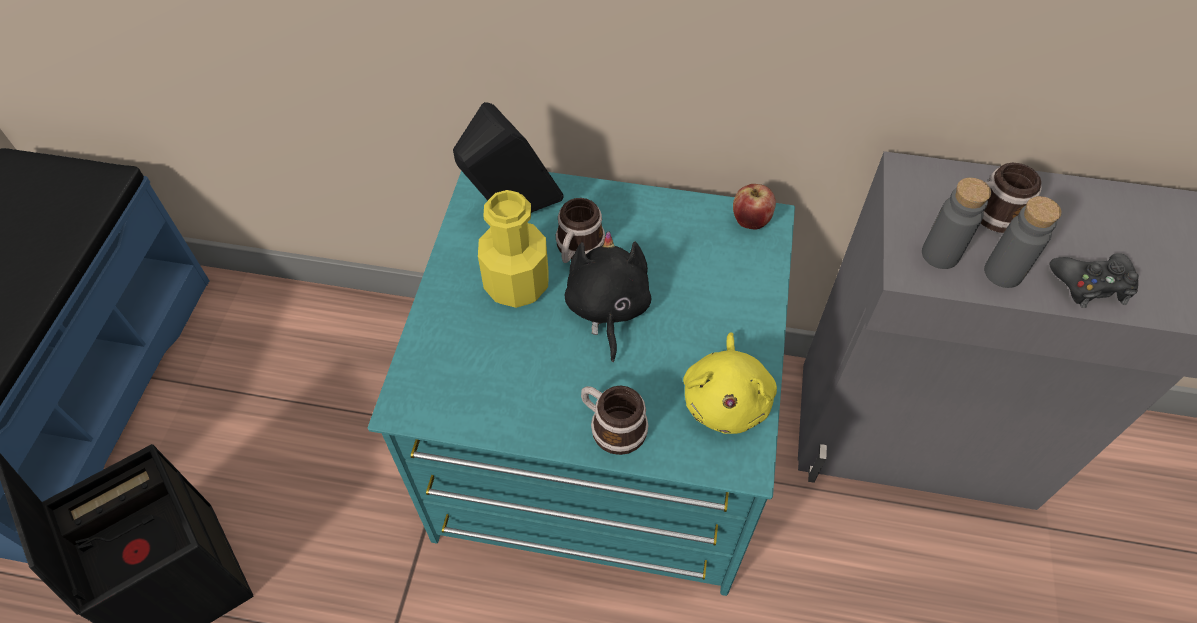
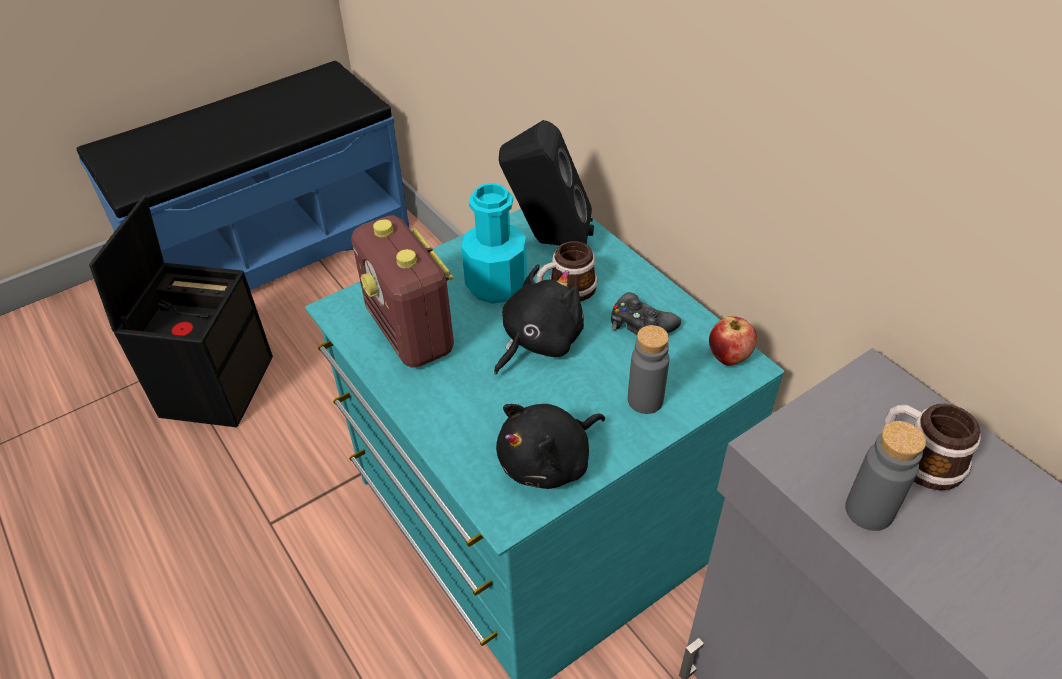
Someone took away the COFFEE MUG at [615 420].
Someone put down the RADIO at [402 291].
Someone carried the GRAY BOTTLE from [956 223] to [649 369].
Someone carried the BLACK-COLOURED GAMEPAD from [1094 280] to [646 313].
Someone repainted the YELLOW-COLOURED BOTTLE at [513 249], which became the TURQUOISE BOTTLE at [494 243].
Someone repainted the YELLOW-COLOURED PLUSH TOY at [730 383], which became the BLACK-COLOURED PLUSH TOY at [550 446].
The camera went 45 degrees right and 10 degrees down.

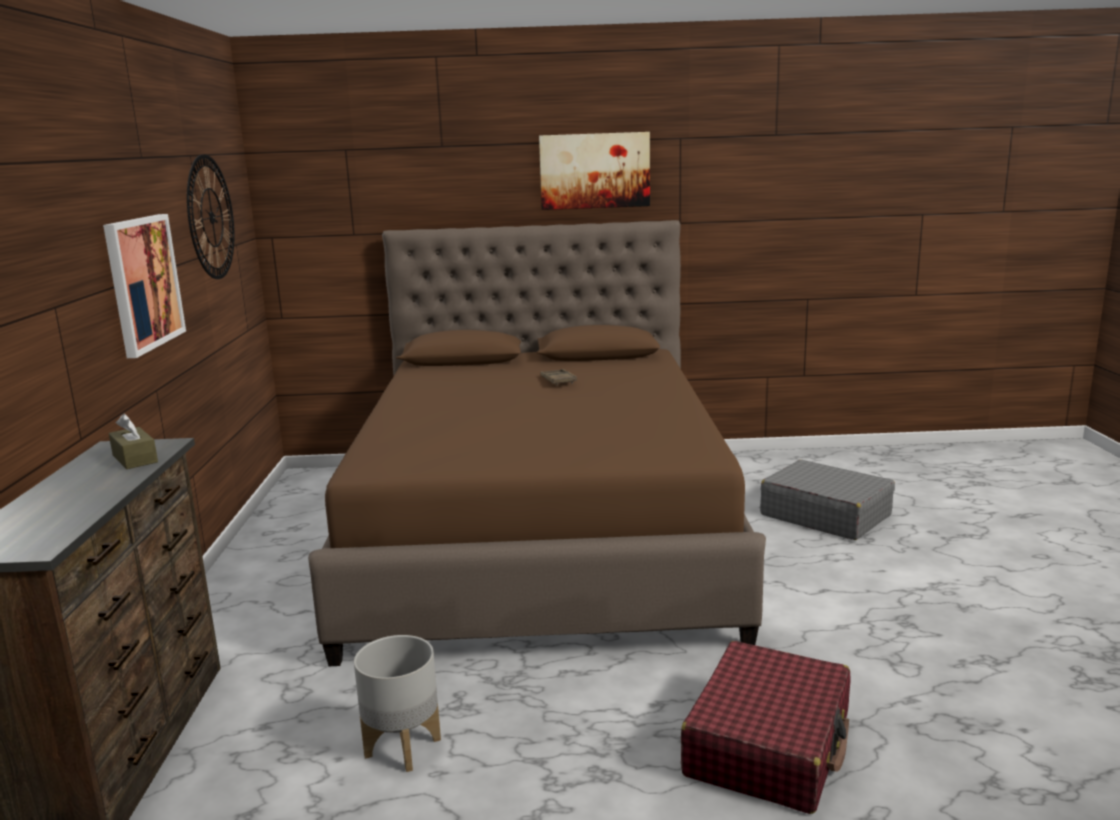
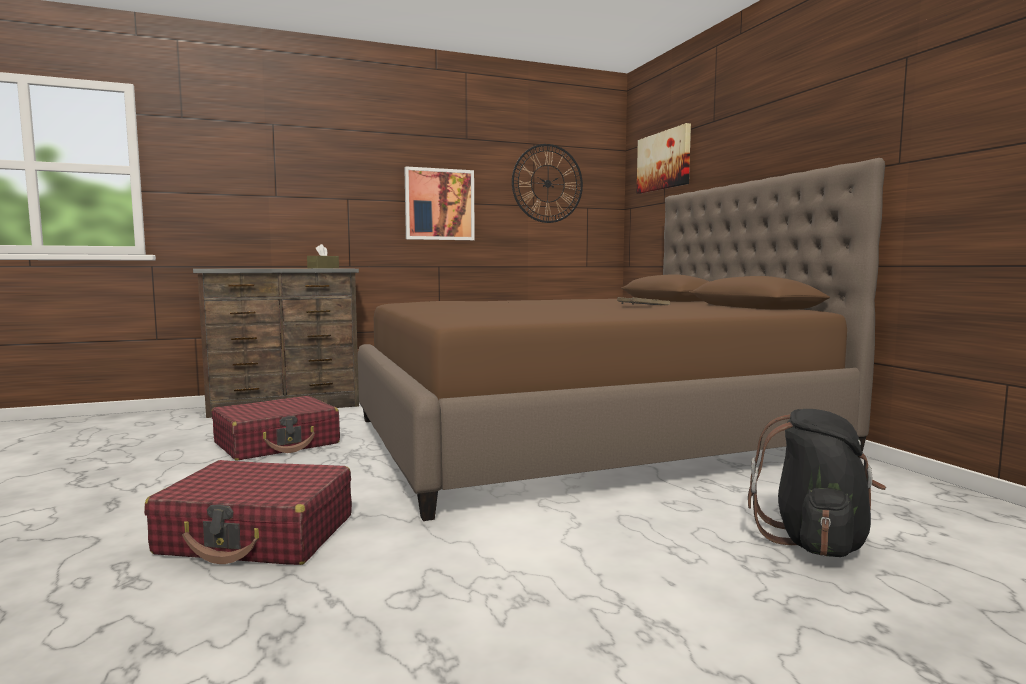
Someone carried the WALL ART from [594 171] to [664 158].
Someone swapped the GRAY PLANT POT at [397 703] for the REDDISH PIECE OF LUGGAGE at [276 428].
Someone swapped the GRAY PIECE OF LUGGAGE at [827 500] for the BLACK-COLOURED RUCKSACK at [817 483].
The camera went 70 degrees right and 10 degrees down.

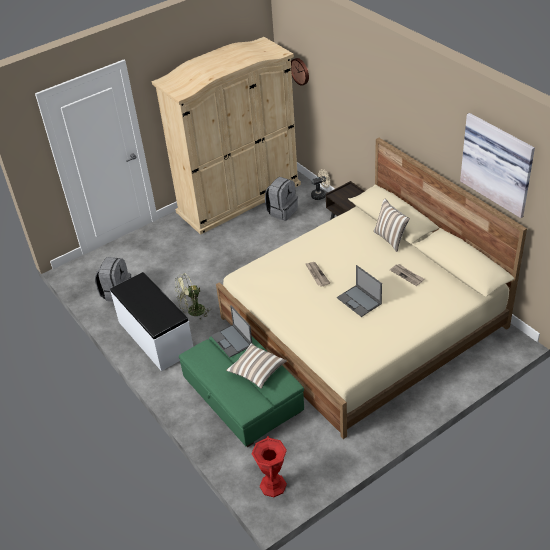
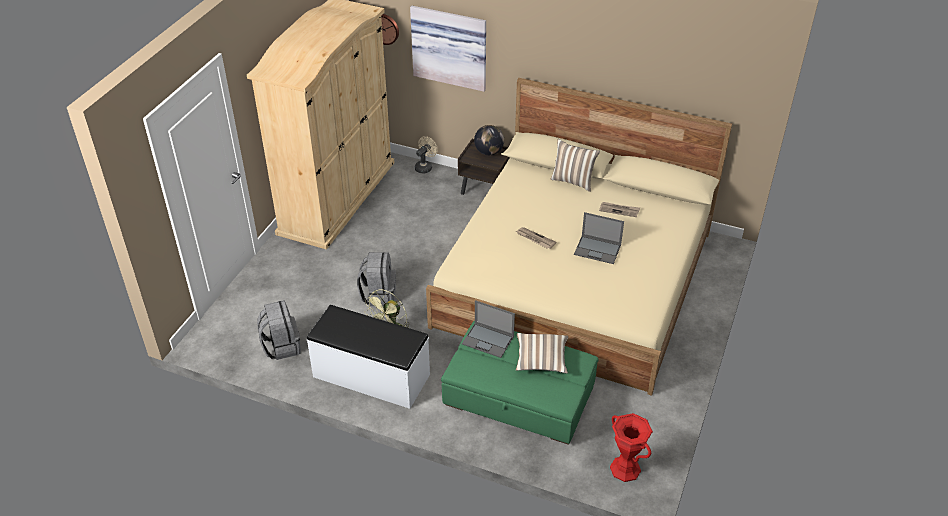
Someone put down the WORLD GLOBE at [489 140].
Someone carried the GRAY RUCKSACK from [281 199] to [376 279].
Someone carried the WALL ART from [497 165] to [448 49].
The camera went 35 degrees left and 0 degrees up.

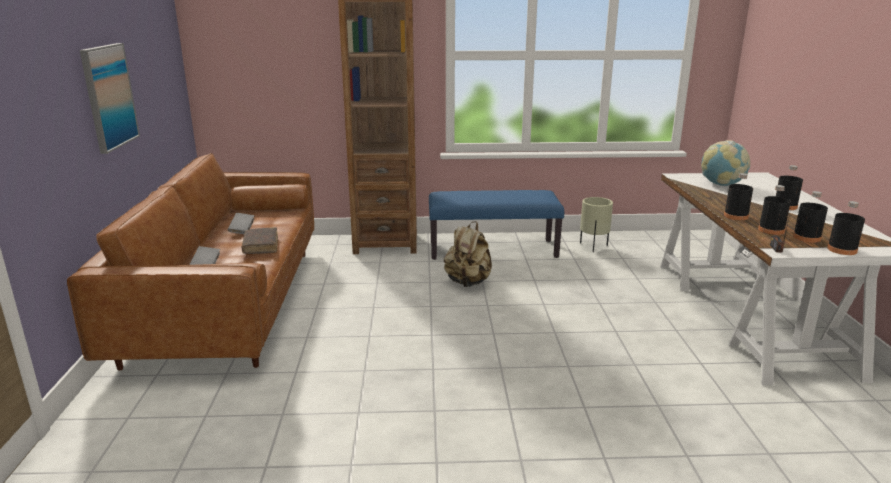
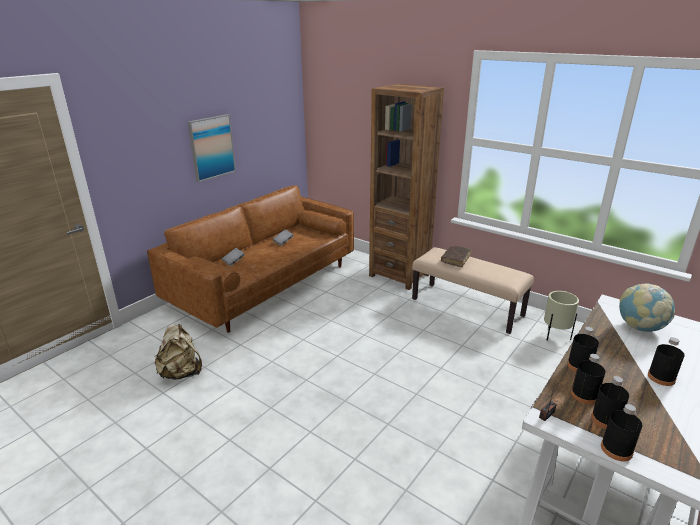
Someone carried the BROWN-COLOURED BOOK from [260 240] to [456 256].
Someone carried the SAND-COLOURED RUCKSACK from [468 254] to [178 352].
Someone repainted the BLUE INDOOR BENCH at [496 225], which became the SAND-COLOURED INDOOR BENCH at [473 290].
The camera went 40 degrees right and 5 degrees up.

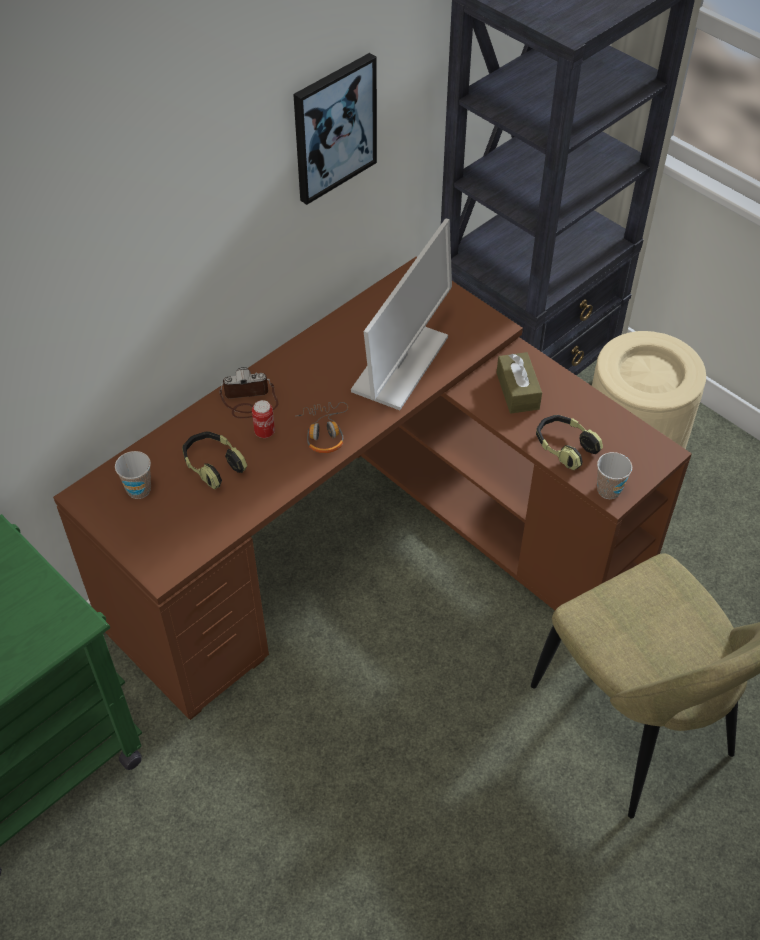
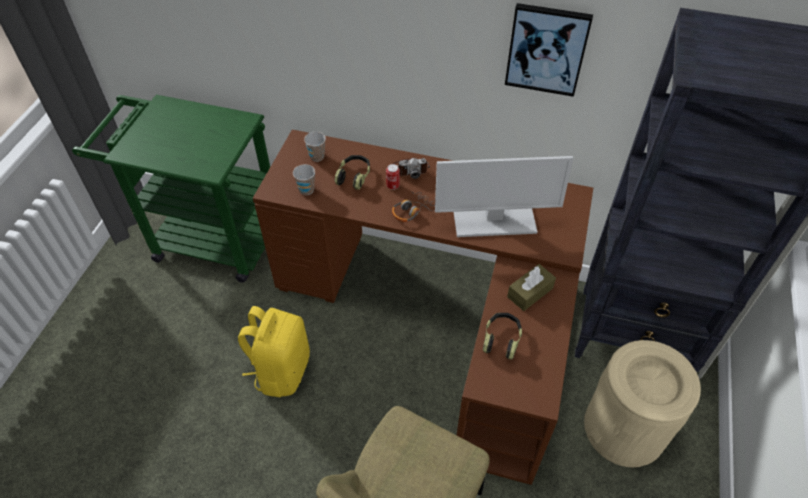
Someone put down the YELLOW-COLOURED RUCKSACK at [274 351].
Someone carried the DRINKING CUP from [614 475] to [304 179].
Someone rotated the STILL CAMERA at [249 392] by 120 degrees clockwise.
The camera went 60 degrees right and 0 degrees up.

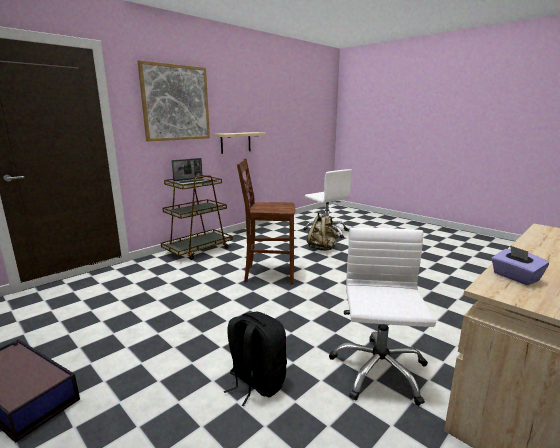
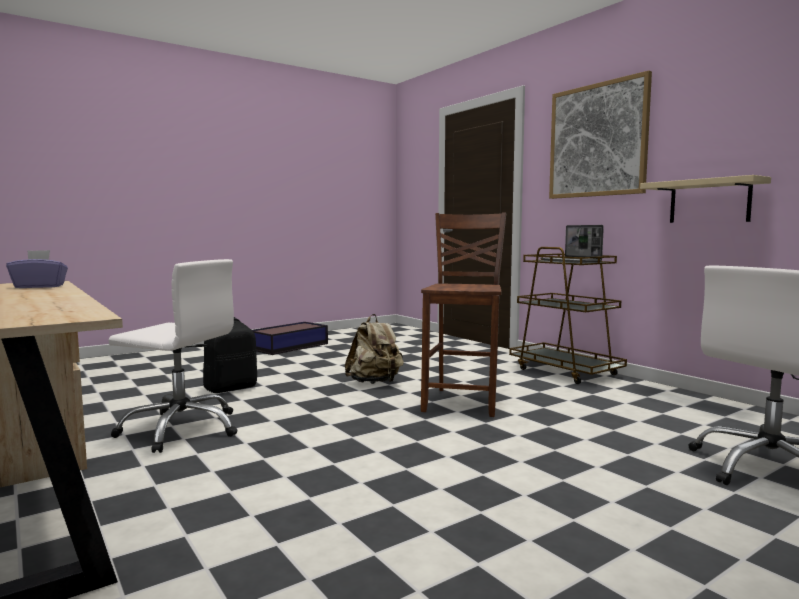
Someone carried the SAND-COLOURED RUCKSACK from [322 231] to [374 349].
The camera went 100 degrees right and 10 degrees down.

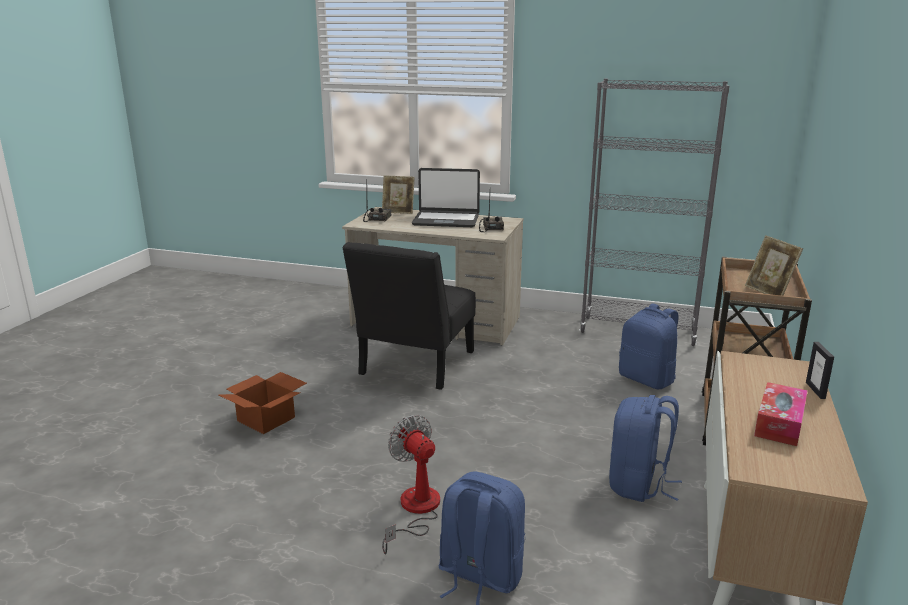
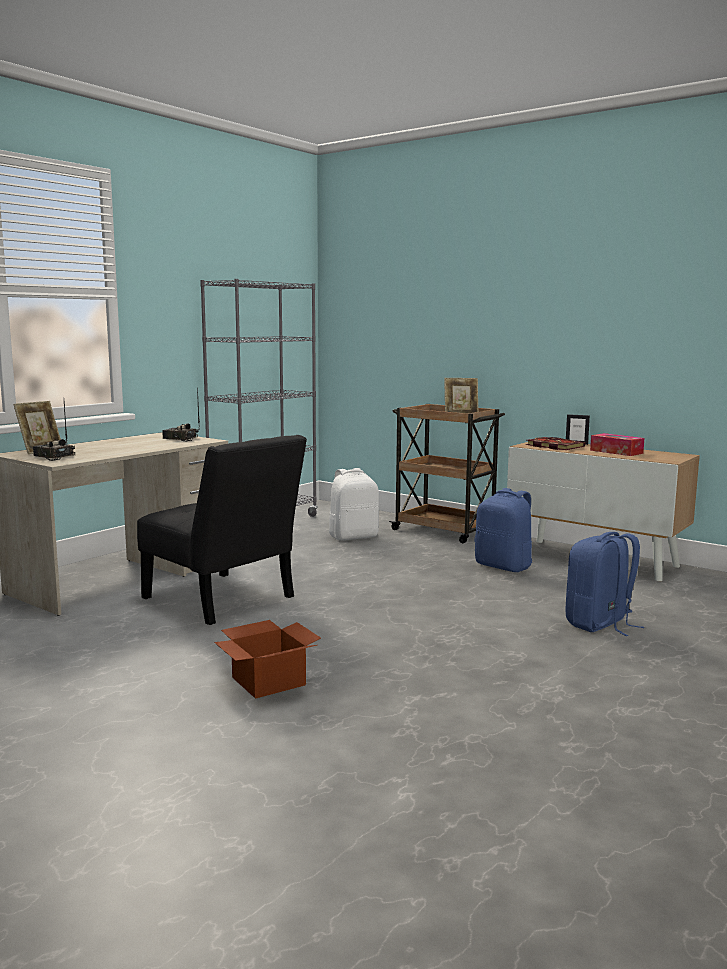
Someone took away the COOLING FAN at [411 485].
Someone took away the NOTEBOOK COMPUTER at [446 197].
Someone put down the BOOK at [555 443].
Someone repainted the BLUE RUCKSACK at [649 346], which became the WHITE RUCKSACK at [354 504].
The camera went 70 degrees left and 10 degrees down.

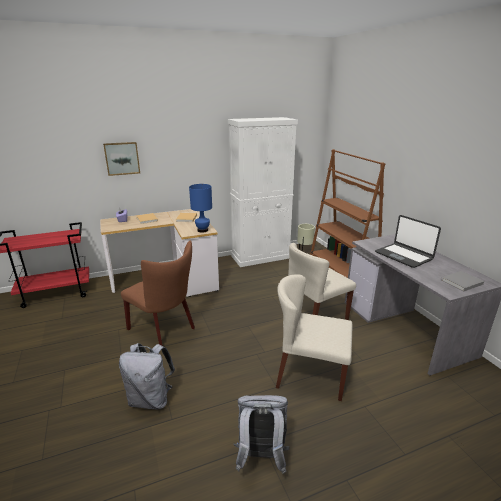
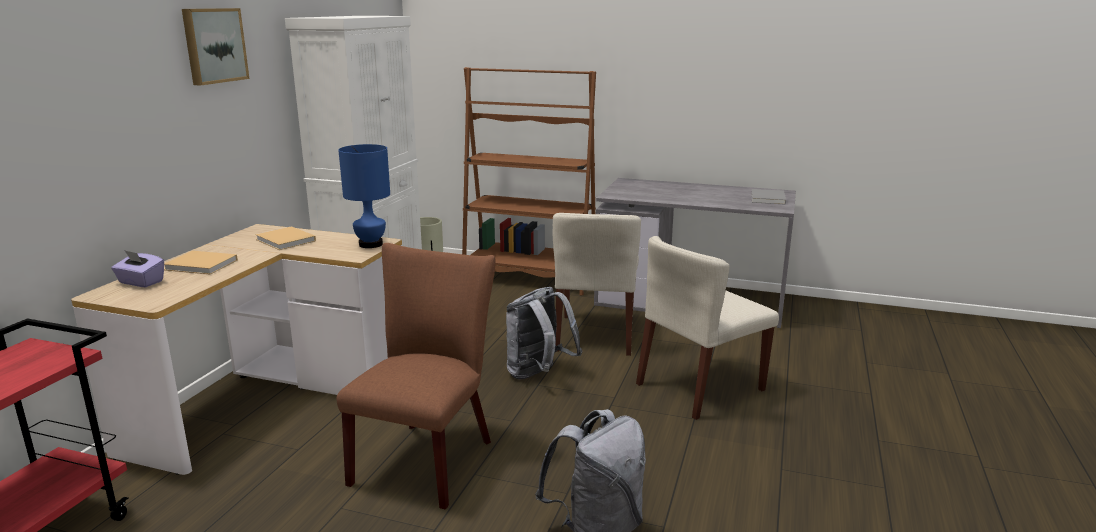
Someone took away the NOTEBOOK COMPUTER at [408 241].
Someone carried the WALL ART from [121 159] to [215 47].
Someone carried the GRAY RUCKSACK from [261 434] to [544 333].
Someone rotated the BROWN-COLOURED CHAIR at [158 293] by 60 degrees counterclockwise.
The camera went 50 degrees left and 5 degrees down.

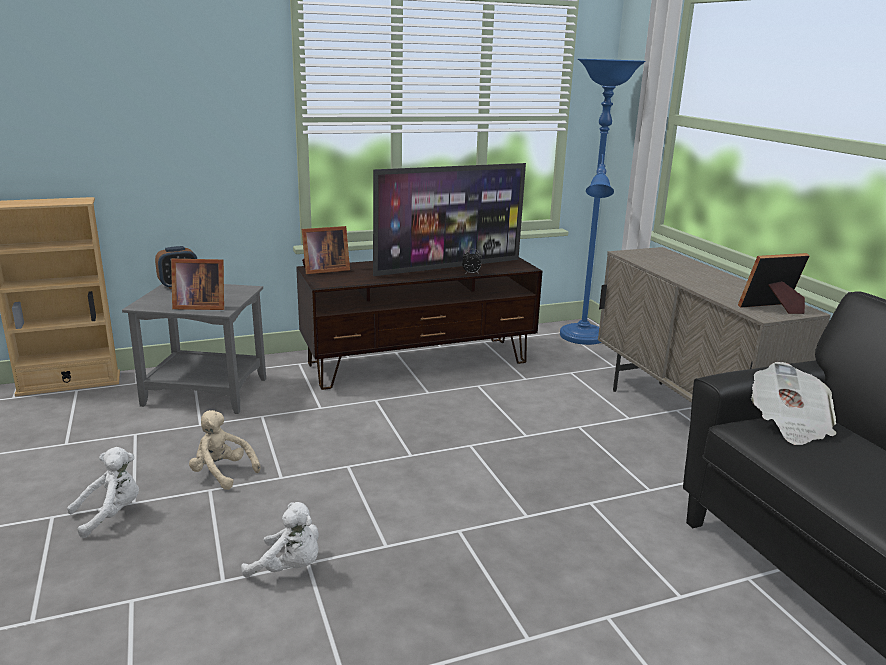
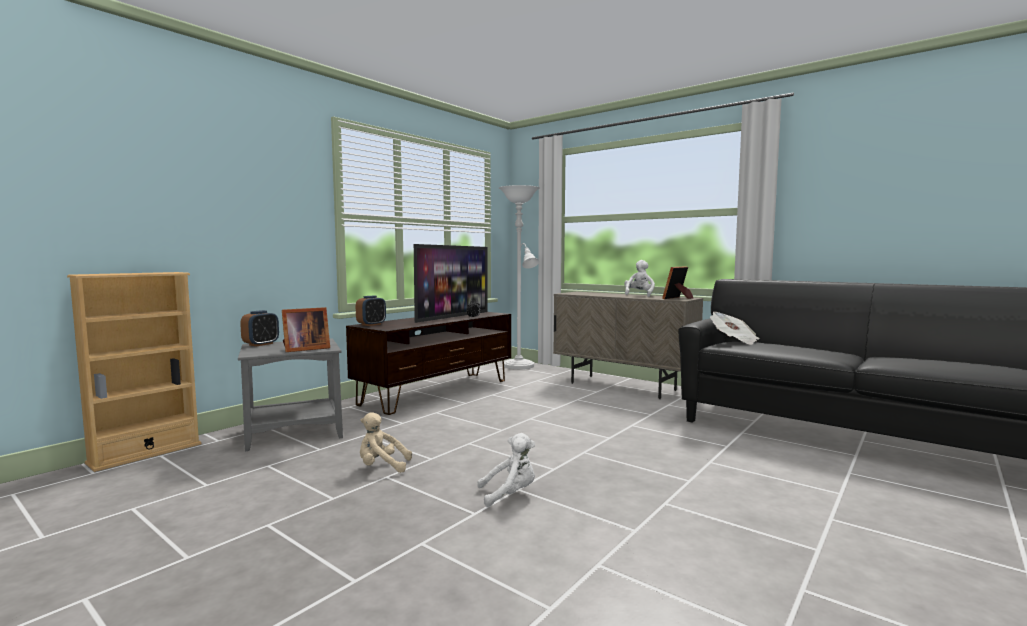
Someone carried the WHITE PLUSH TOY from [103 492] to [639 278].
Someone swapped the PICTURE FRAME at [326 250] for the TABLE CLOCK at [371 311].
Someone repainted the BLUE STANDARD LAMP at [602 202], which became the WHITE STANDARD LAMP at [519 277].
The camera went 30 degrees left and 15 degrees down.

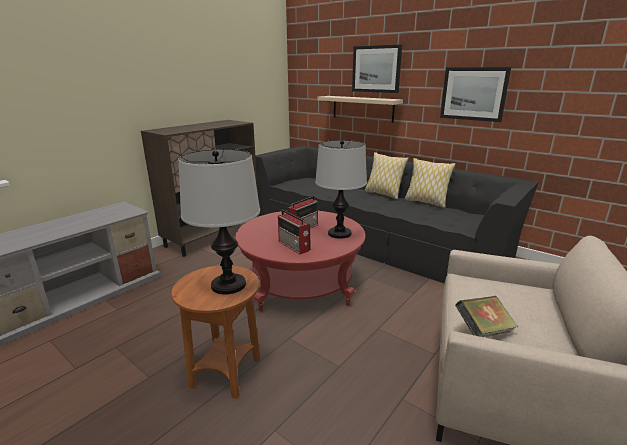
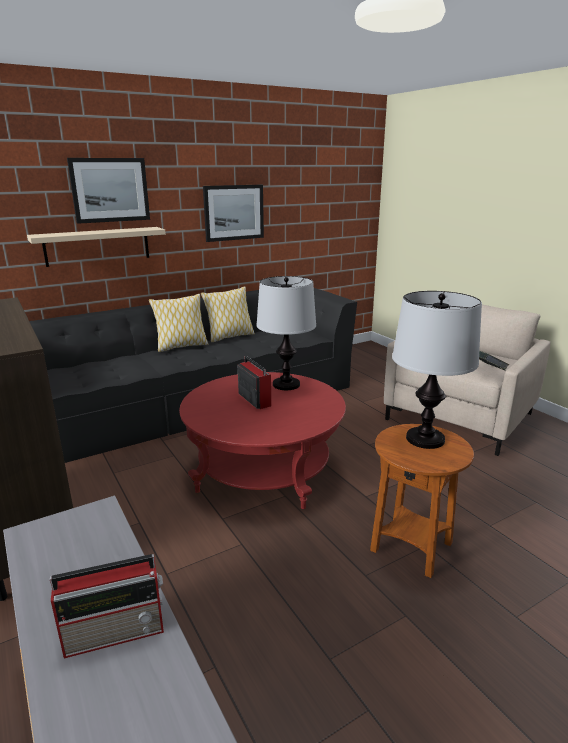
Someone carried the RADIO from [294 231] to [107 606].
The camera went 70 degrees left and 0 degrees up.

